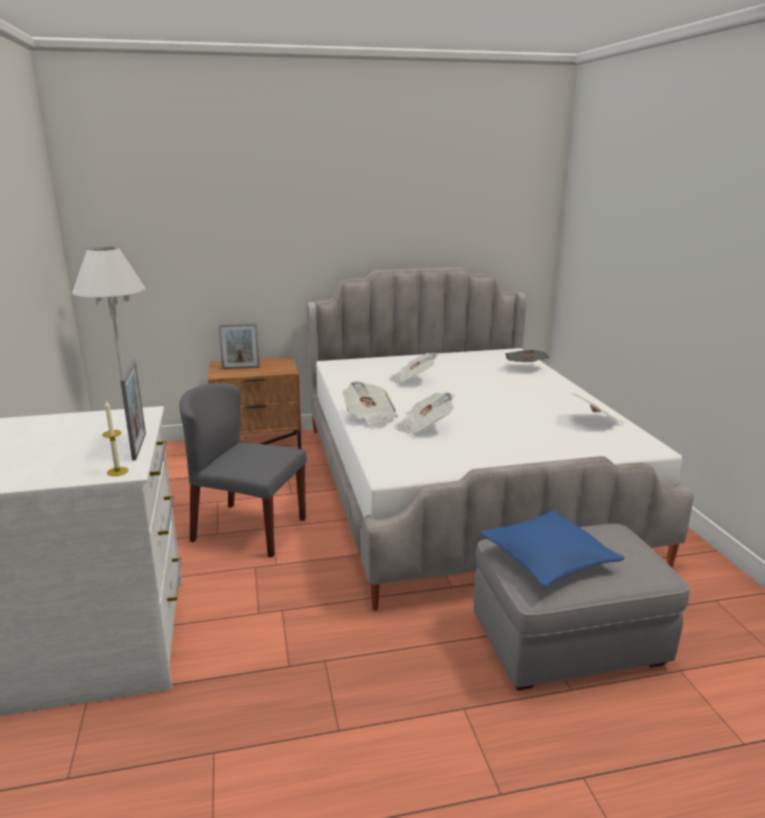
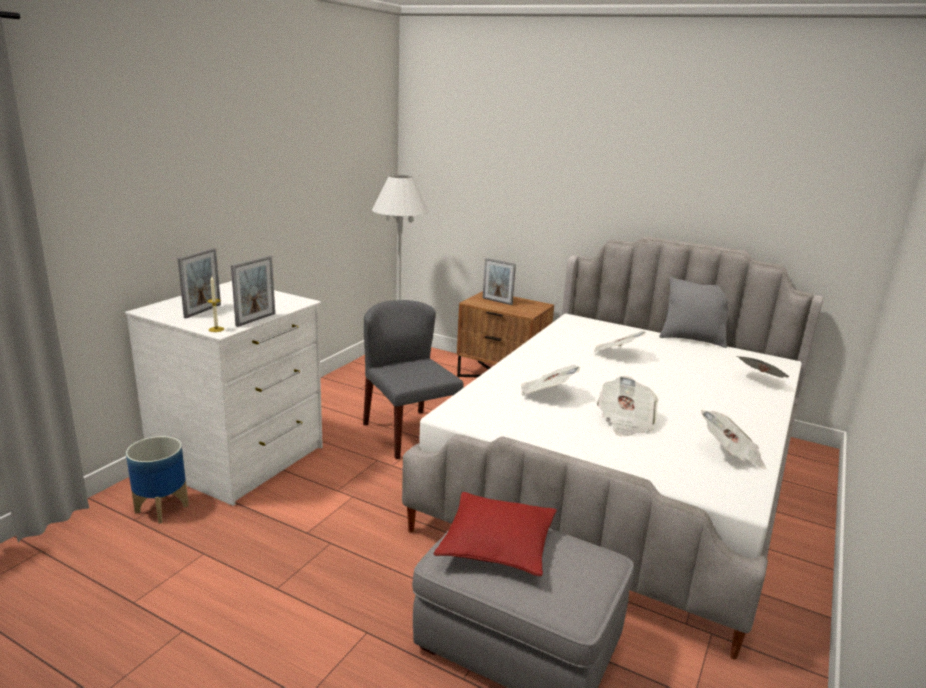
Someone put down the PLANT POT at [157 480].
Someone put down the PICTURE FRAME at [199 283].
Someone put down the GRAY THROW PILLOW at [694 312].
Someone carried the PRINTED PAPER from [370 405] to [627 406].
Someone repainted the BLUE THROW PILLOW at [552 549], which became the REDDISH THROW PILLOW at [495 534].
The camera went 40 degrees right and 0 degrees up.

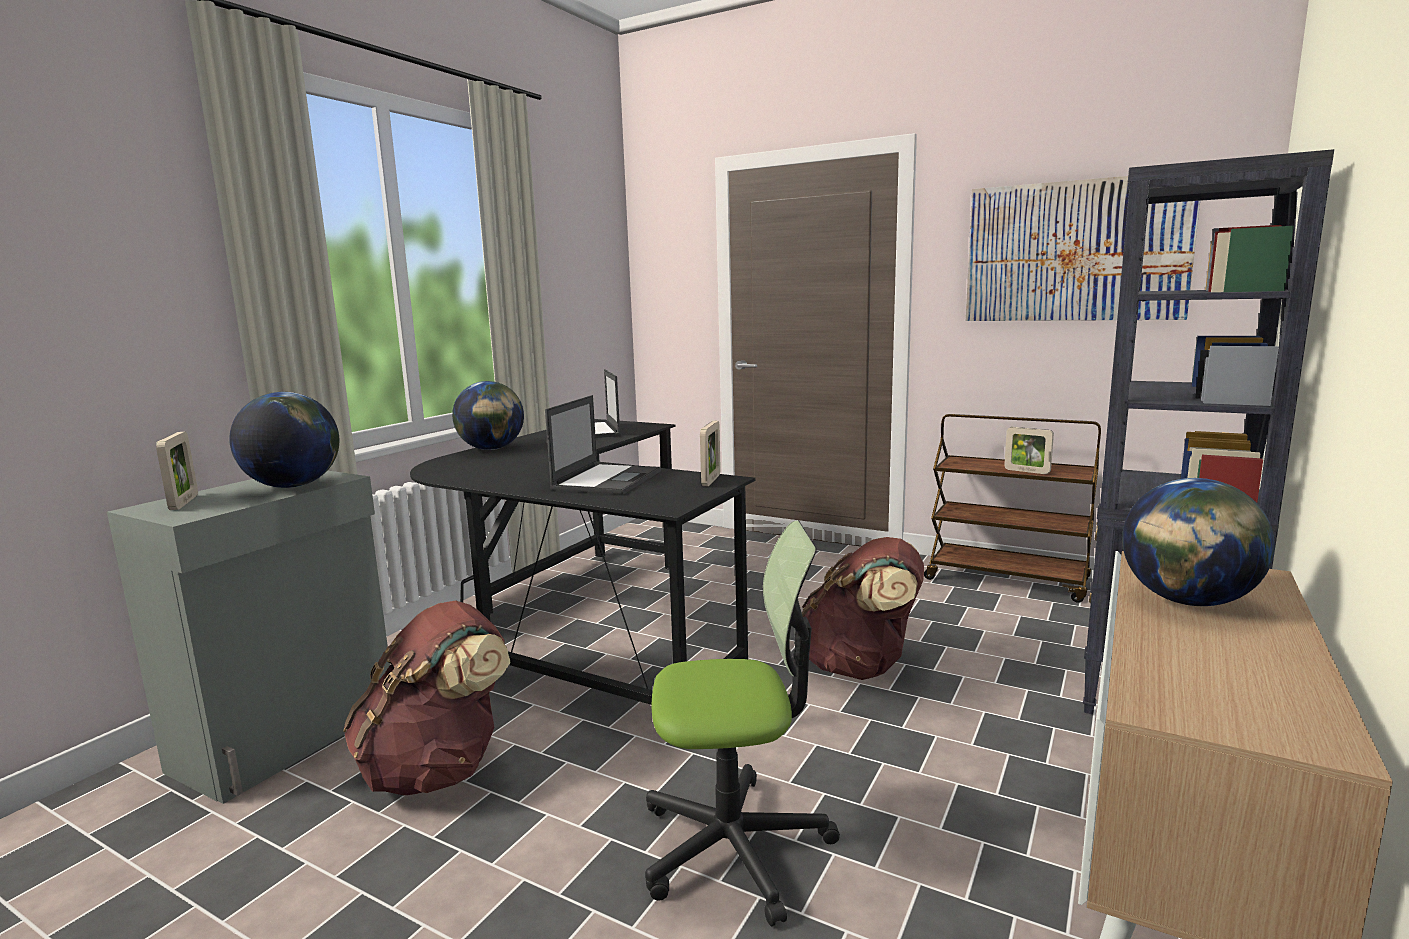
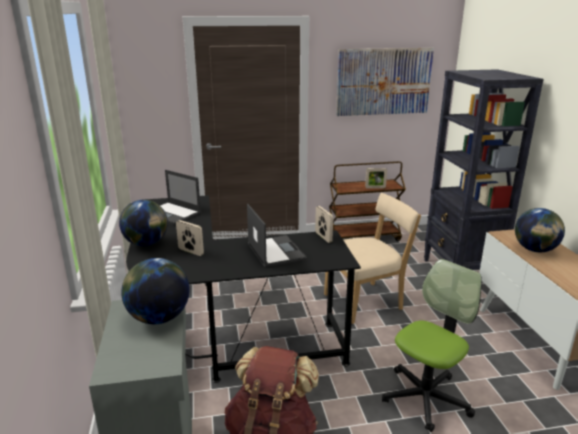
Someone carried the PICTURE FRAME from [177 471] to [190 238].
Someone swapped the BROWN-COLOURED RUCKSACK at [863 608] for the SAND-COLOURED CHAIR at [372 258].
The camera went 40 degrees left and 10 degrees up.

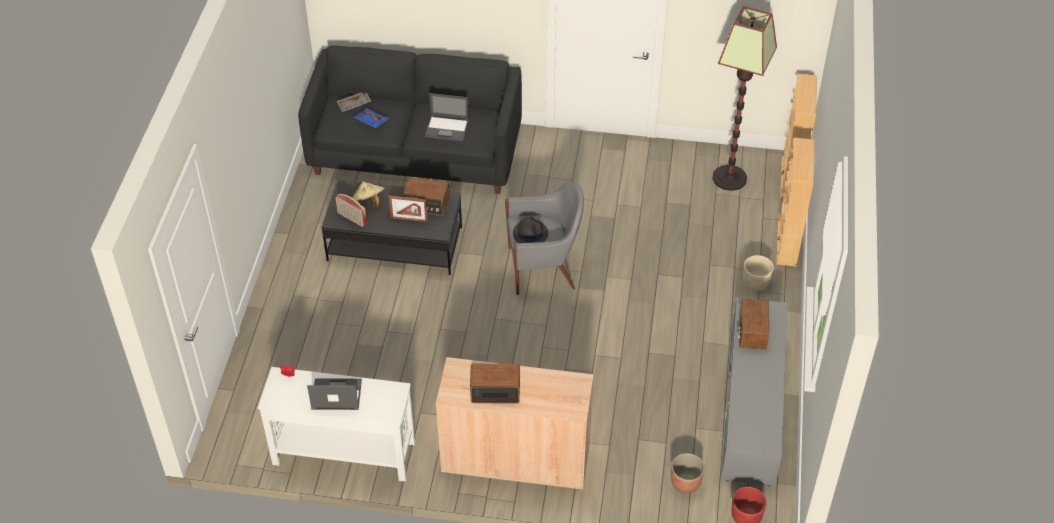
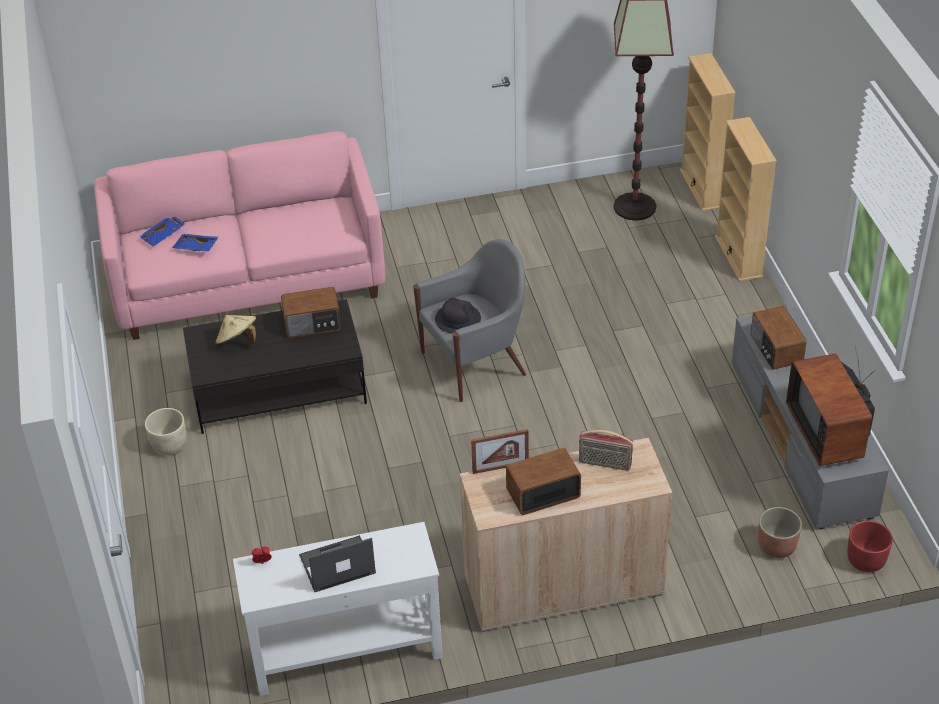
Someone took away the NOTEBOOK COMPUTER at [447 117].
Someone put down the TV SET at [831 405].
Someone carried the RADIO from [351 210] to [606 450].
Someone carried the PICTURE FRAME from [408 209] to [500 451].
Someone carried the SAND-COLOURED PLANT POT from [758 273] to [165 431].
Someone repainted the BLACK-COLOURED SOFA at [410 120], which became the PINK SOFA at [239 235].
Someone repainted the GRAY TRAY at [354 102], which became the BLUE TRAY at [162 232].
The camera went 20 degrees left and 5 degrees down.

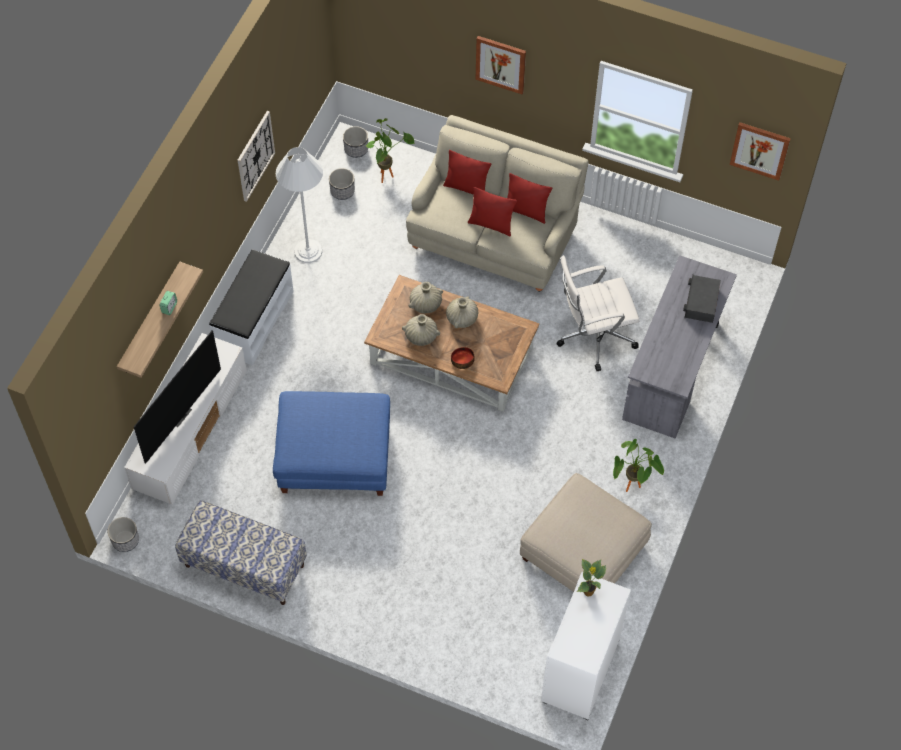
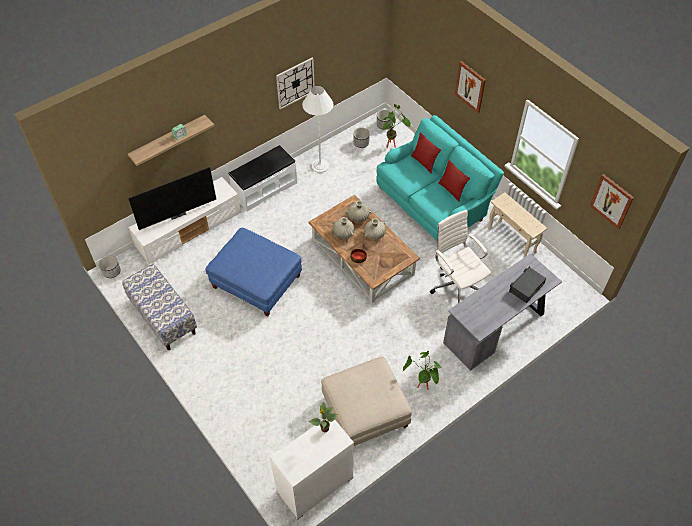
Someone took away the REDDISH THROW PILLOW at [492 211].
Someone put down the SAND-COLOURED SIDE TABLE at [517 225].
Someone repainted the SAND-COLOURED SOFA at [497 203], which became the TURQUOISE SOFA at [440 179].
Someone rotated the WHITE OFFICE CHAIR at [598 313] by 45 degrees clockwise.
The camera went 30 degrees right and 5 degrees down.

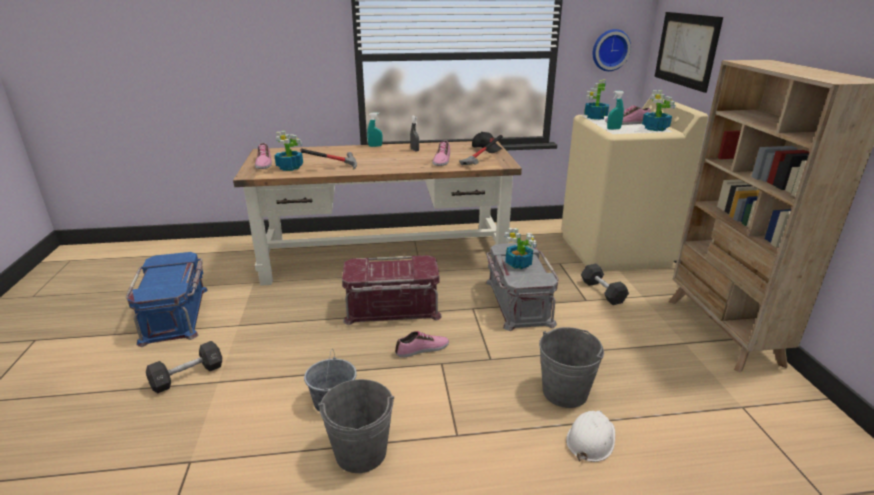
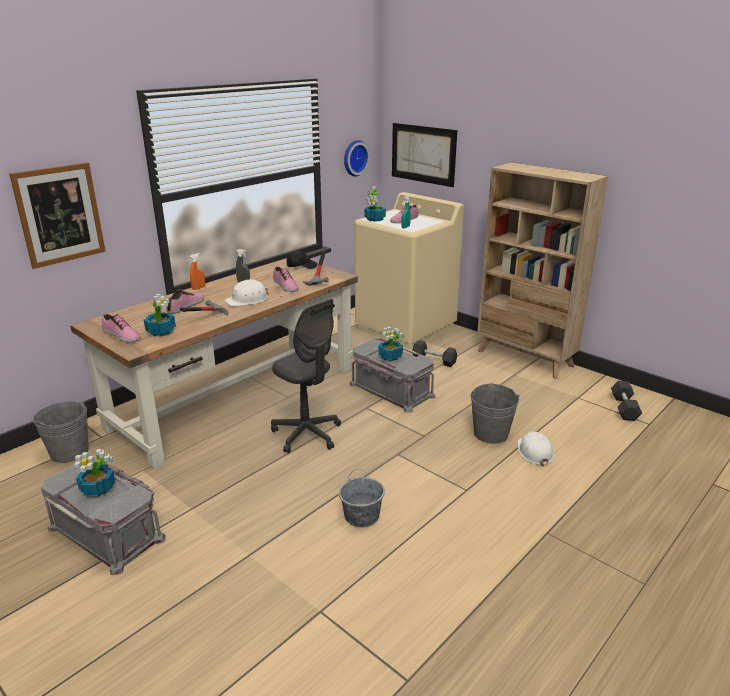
Someone put up the WALL ART at [57 215].
Someone put down the WHITE SAFETY HELMET at [247 292].
Someone carried the BLACK-COLOURED HAND WEIGHT from [184 367] to [626 401].
Someone carried the GRAY PAIL from [356 426] to [61 432].
Someone carried the LOW SHOE from [422 344] to [185 301].
Someone carried the POTTED PLANT from [658 110] to [94 472].
Someone swapped the REDDISH STORAGE BOX at [392 290] for the GRAY OFFICE CHAIR at [306 376].
Someone repainted the BLUE STORAGE BOX at [167 299], which became the GRAY STORAGE BOX at [103 517].
Someone repainted the TURQUOISE SPRAYER at [374 129], which became the ORANGE-COLOURED SPRAYER at [197 271].
The camera went 40 degrees left and 0 degrees up.

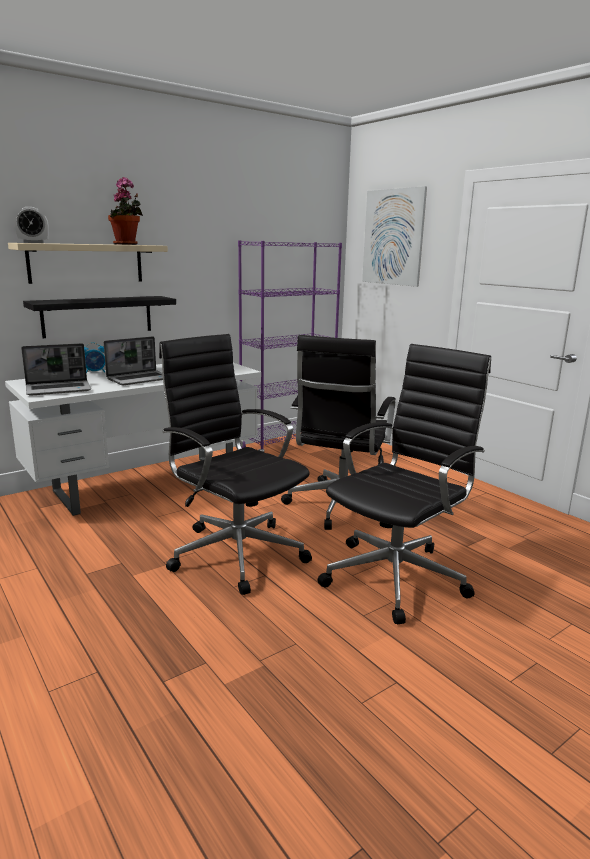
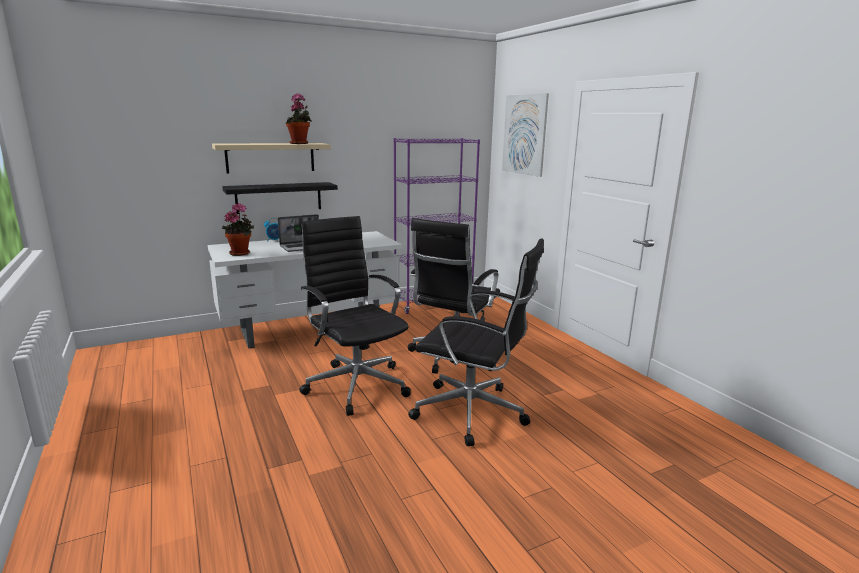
Someone took away the TABLE CLOCK at [31 225].
Someone swapped the NOTEBOOK COMPUTER at [56 369] for the POTTED PLANT at [238 229].
Someone rotated the BLACK-COLOURED OFFICE CHAIR at [404 484] by 60 degrees clockwise.
The camera went 10 degrees right and 0 degrees up.

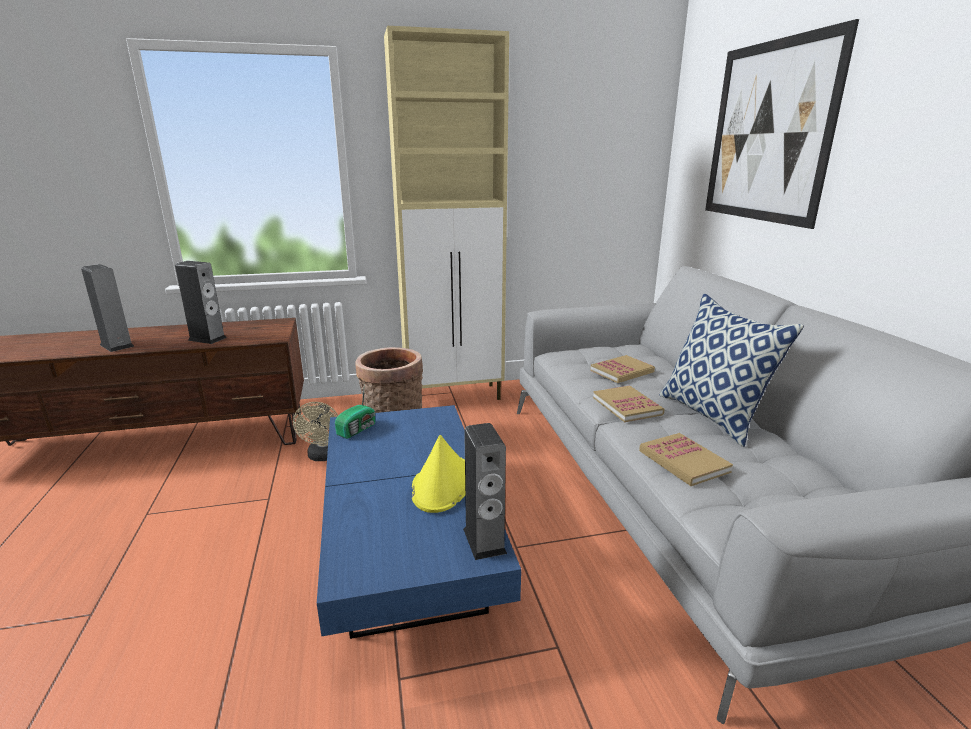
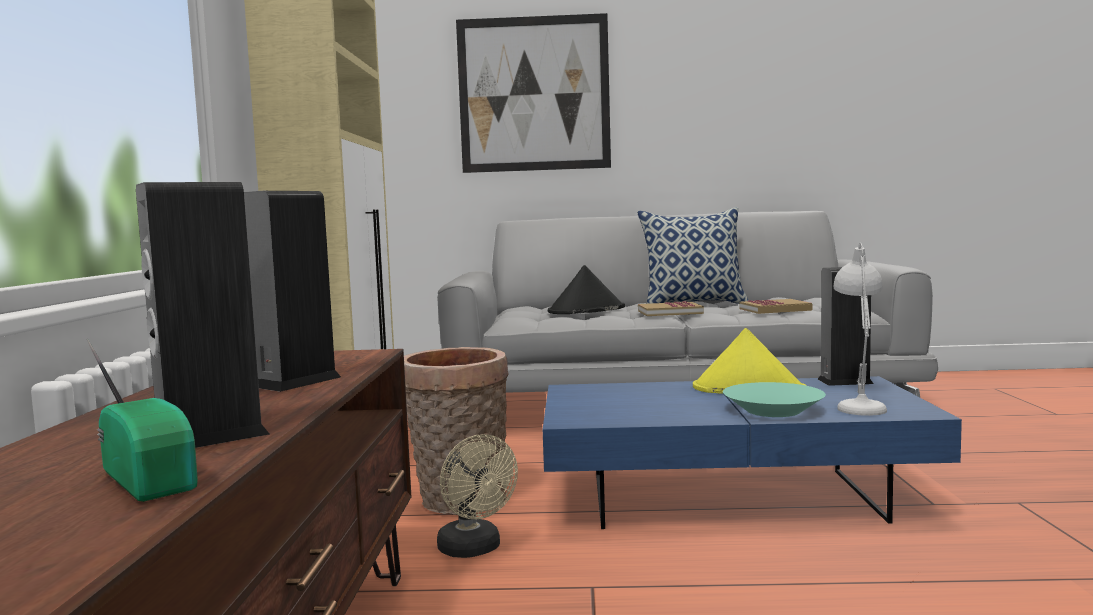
Someone put down the TURQUOISE BOWL at [774 399].
Someone put down the WHITE TABLETOP LAMP at [860 329].
Someone carried the RADIO from [355 411] to [142 420].
Someone swapped the BOOK at [622 369] for the BLACK-COLOURED WEARABLE HAT at [586 289].
Someone rotated the SAND-COLOURED COOLING FAN at [315 431] by 45 degrees clockwise.
The camera went 75 degrees left and 15 degrees down.

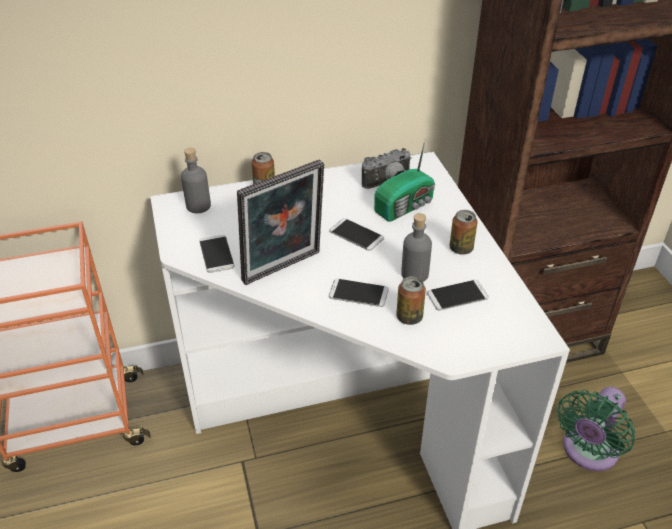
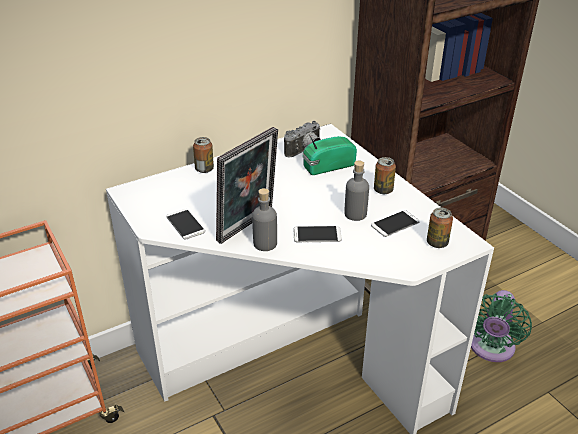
Someone took away the TELEPHONE at [356 234].
Someone carried the GRAY BOTTLE from [196 180] to [264 219].
Someone carried the METAL CAN from [411 300] to [440 227].
Someone rotated the RADIO at [404 180] by 150 degrees counterclockwise.
The camera went 15 degrees left and 5 degrees down.

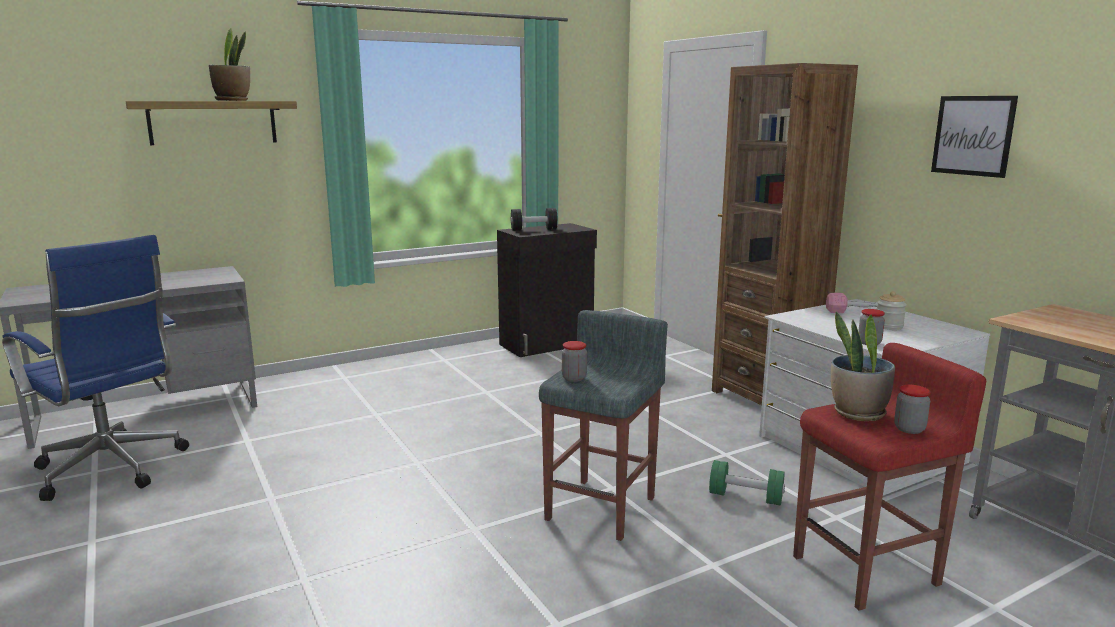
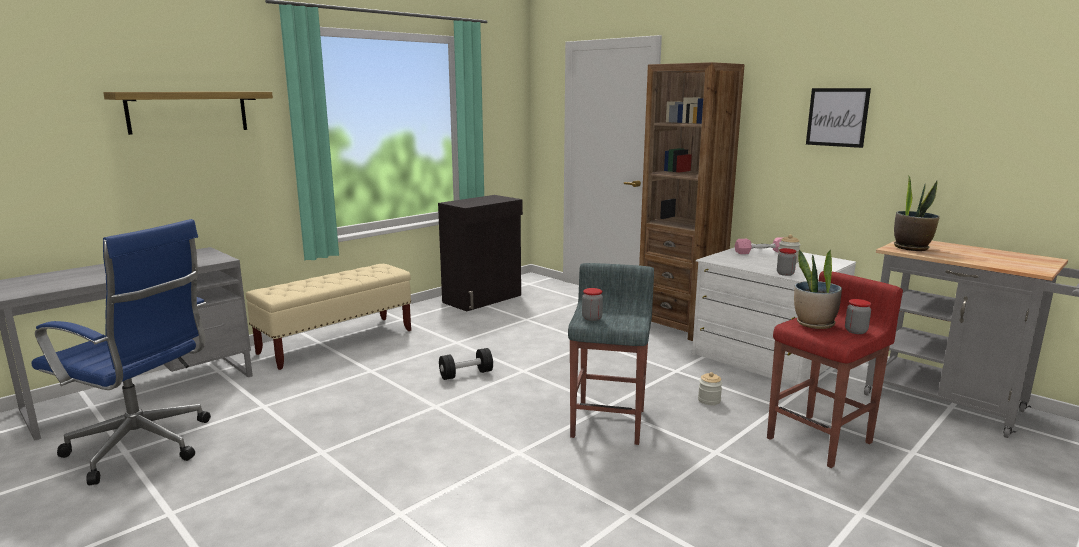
Someone put down the SAND-COLOURED INDOOR BENCH at [328 317].
Someone carried the POTTED PLANT from [229 64] to [917 213].
Someone carried the BLACK-COLOURED HAND WEIGHT from [534 219] to [466 364].
Someone swapped the GREENISH HAND WEIGHT at [747 483] for the STORAGE JAR at [710 388].
The camera went 15 degrees left and 0 degrees up.

